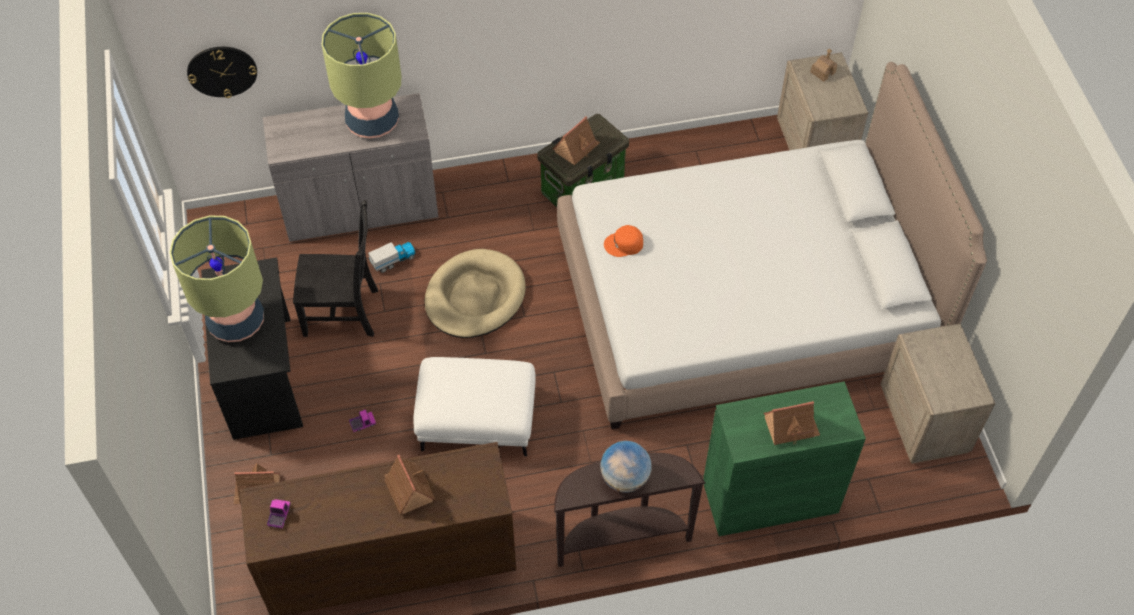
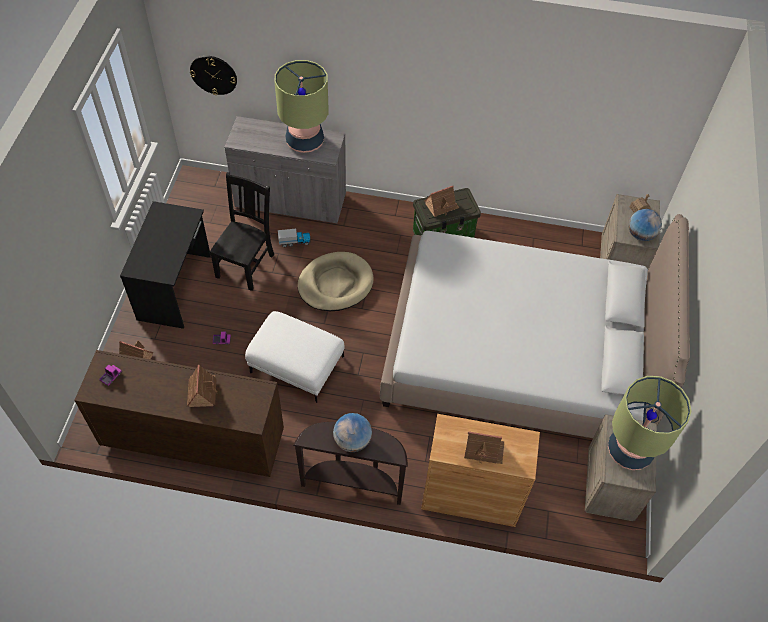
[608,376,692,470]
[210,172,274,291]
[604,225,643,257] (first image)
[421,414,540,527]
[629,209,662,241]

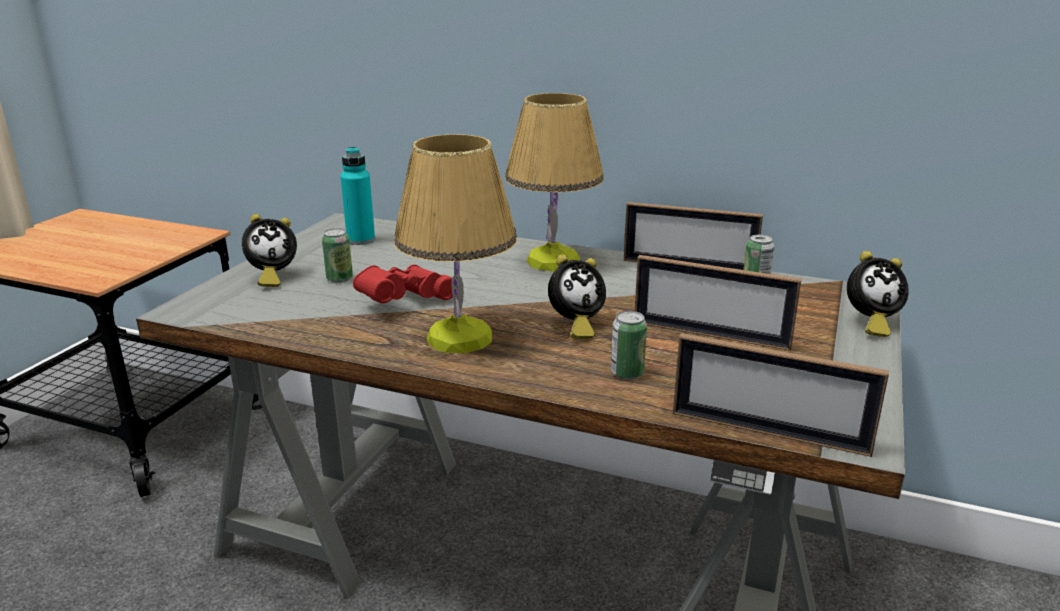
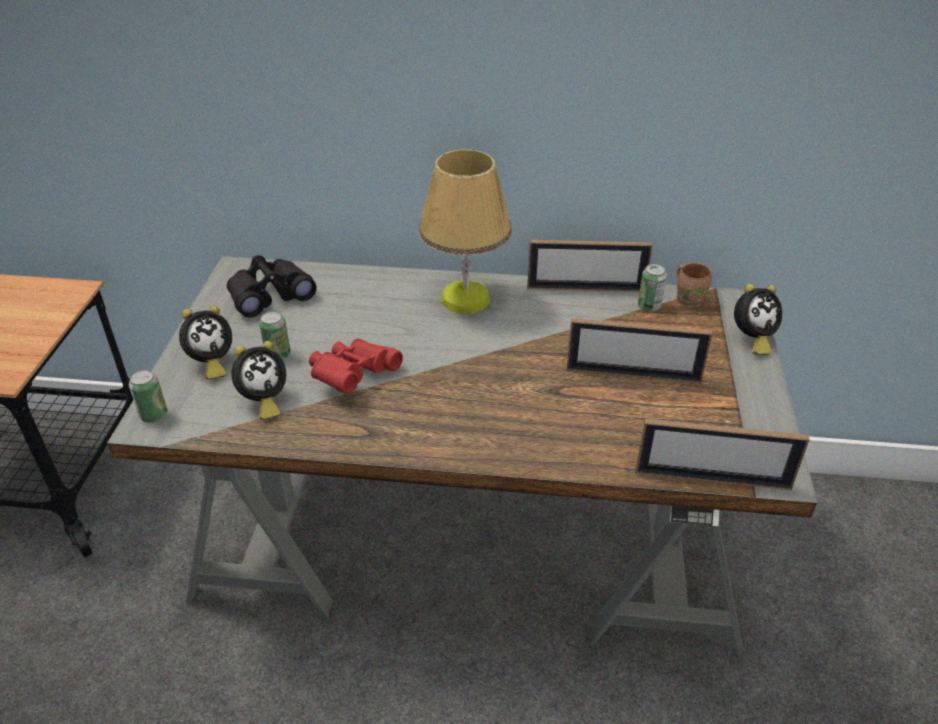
[227,255,317,318]
[394,134,517,353] (first image)
[231,341,286,420]
[129,369,167,423]
[676,262,712,307]

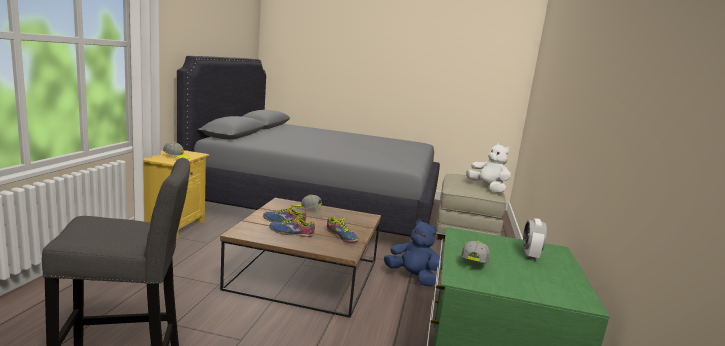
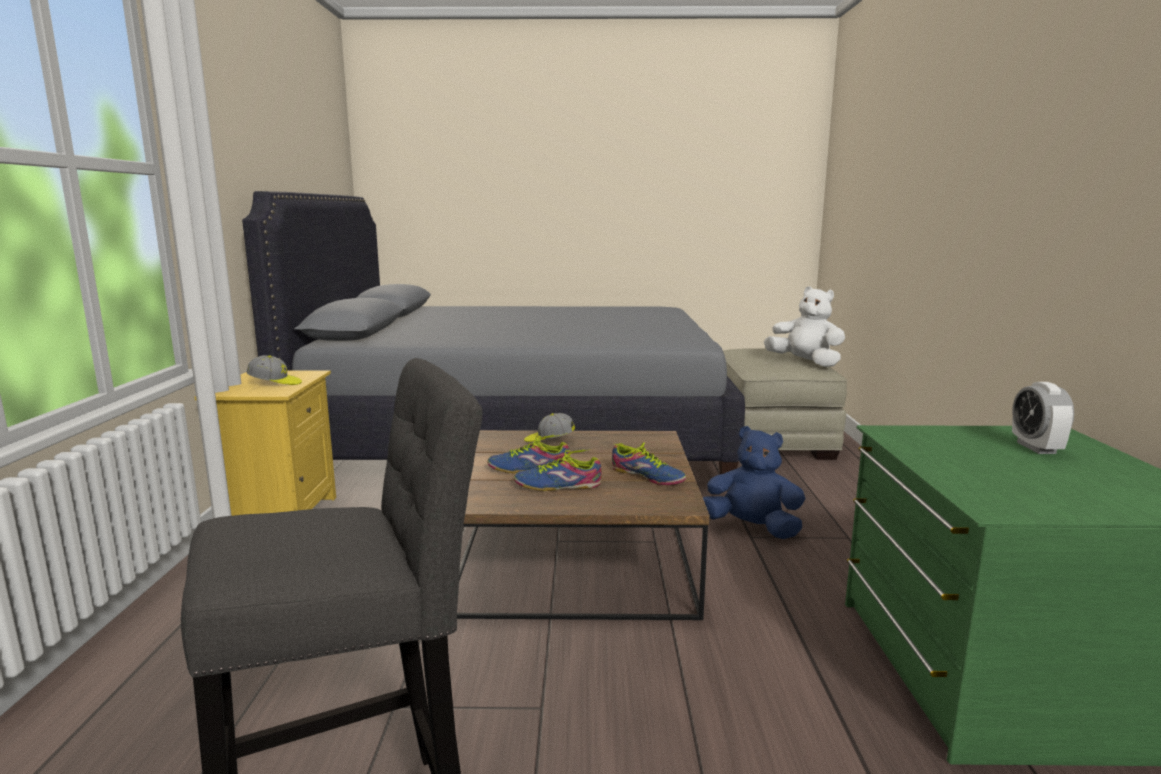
[461,241,490,263] (first image)

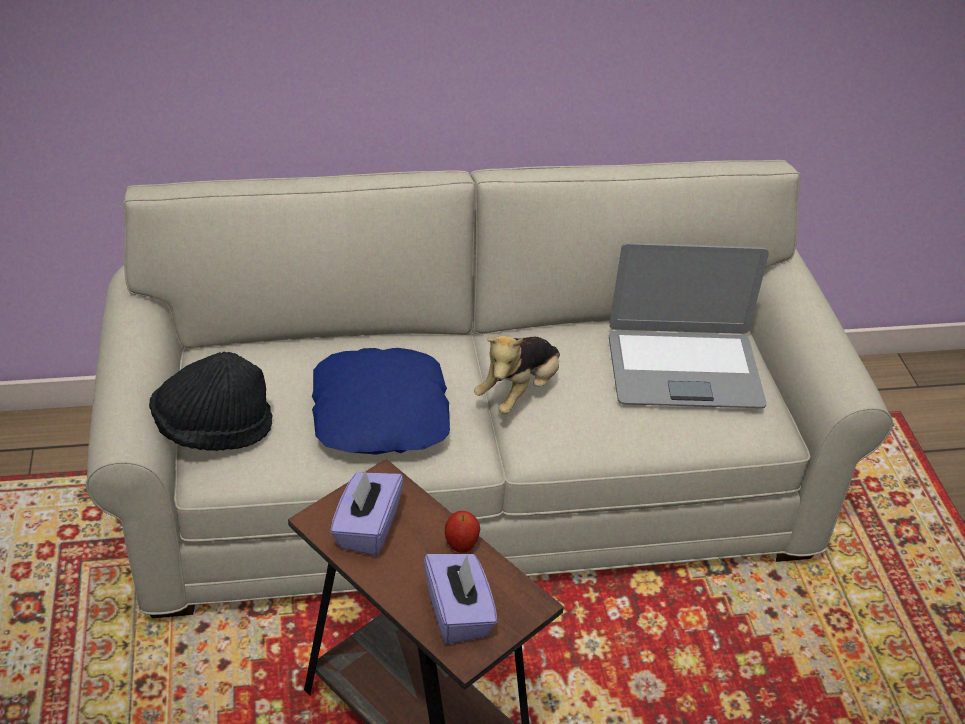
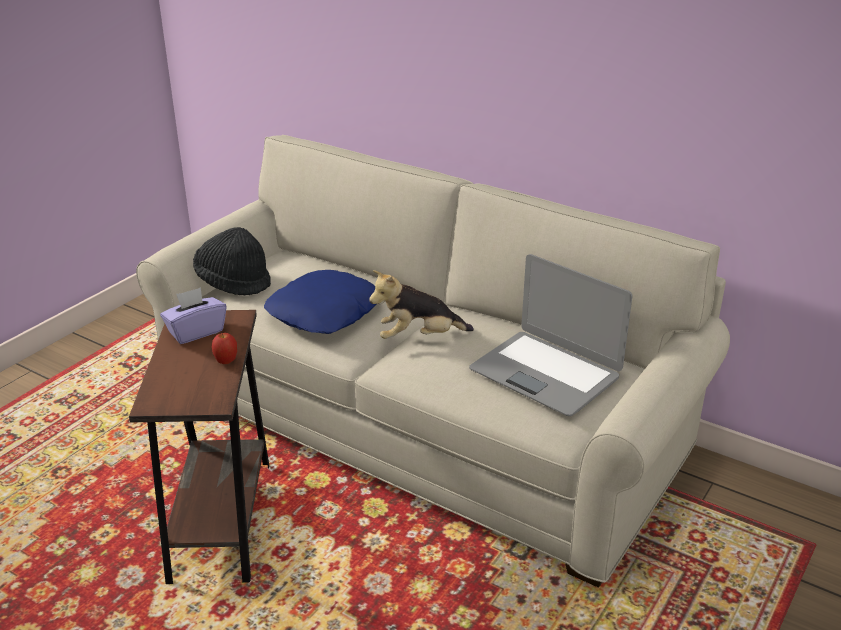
[424,554,497,644] (first image)

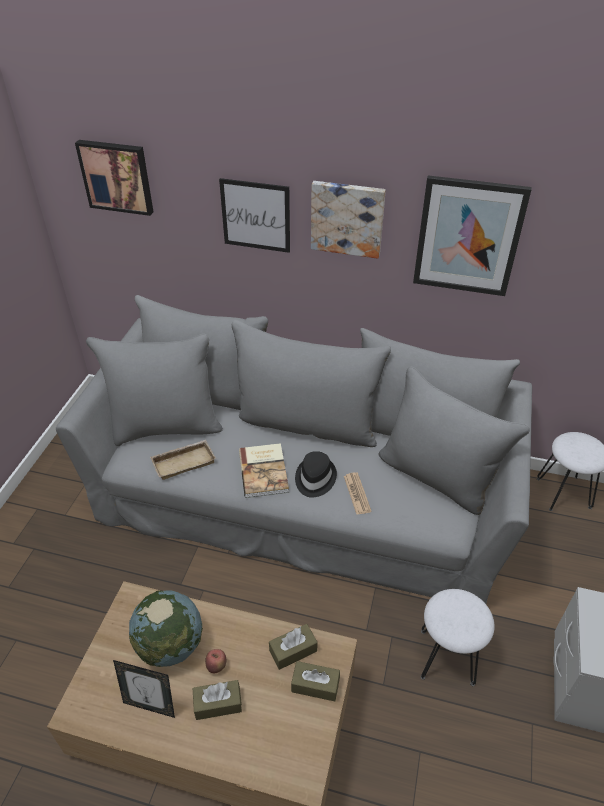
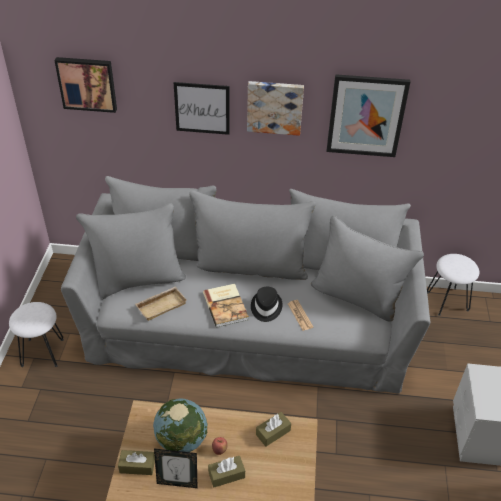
[118,450,155,475]
[9,302,64,367]

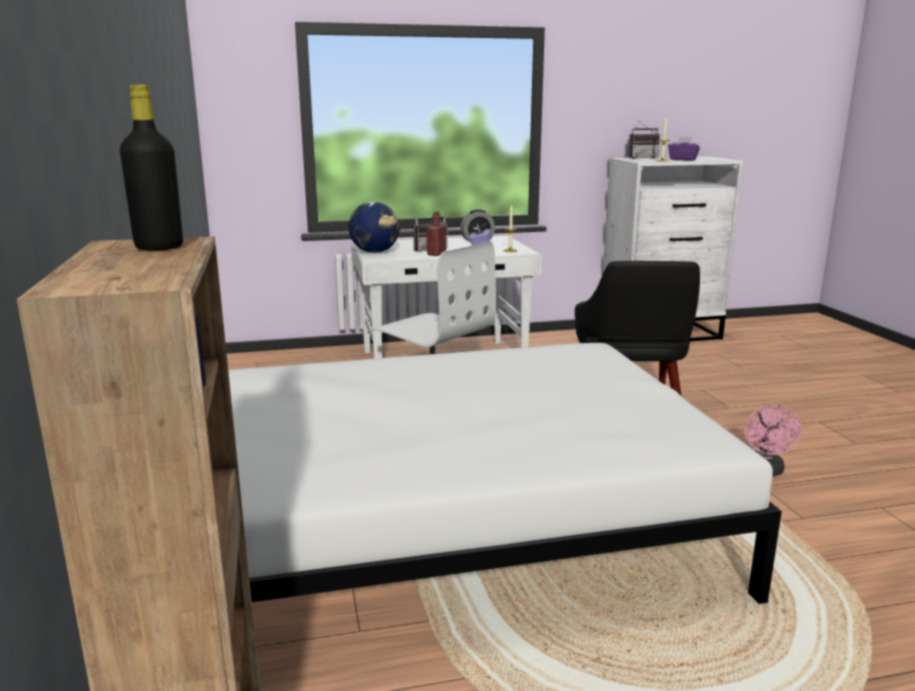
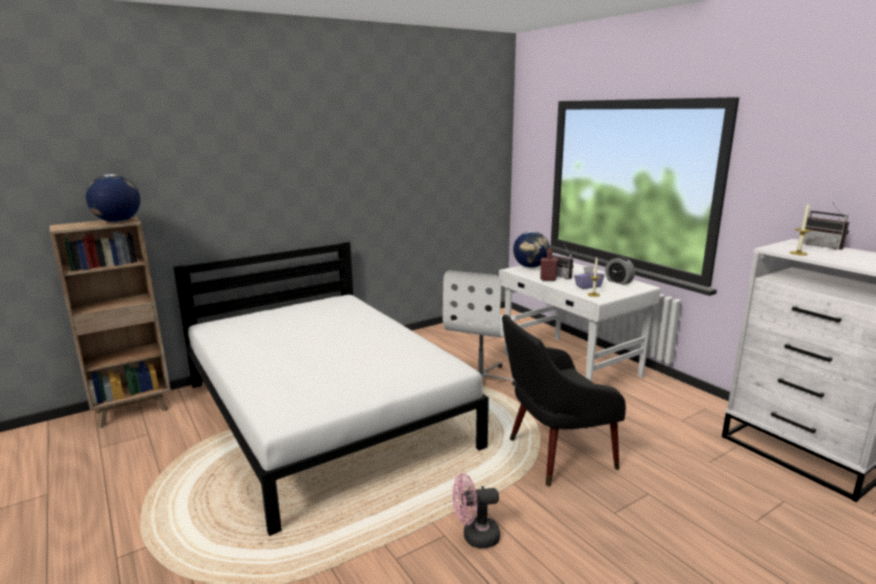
[86,174,140,222]
[668,137,700,161] (first image)

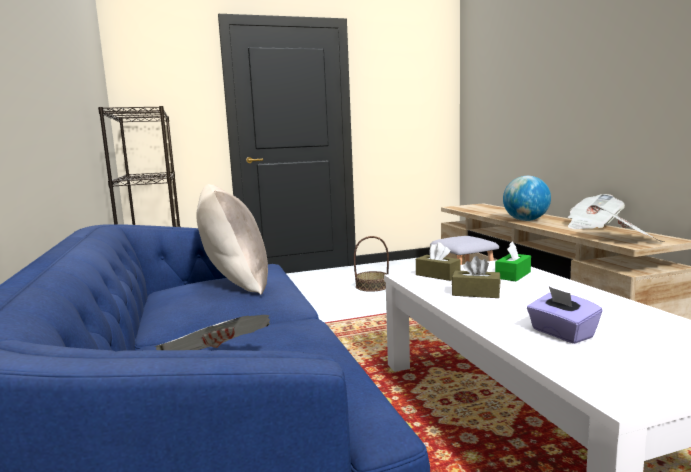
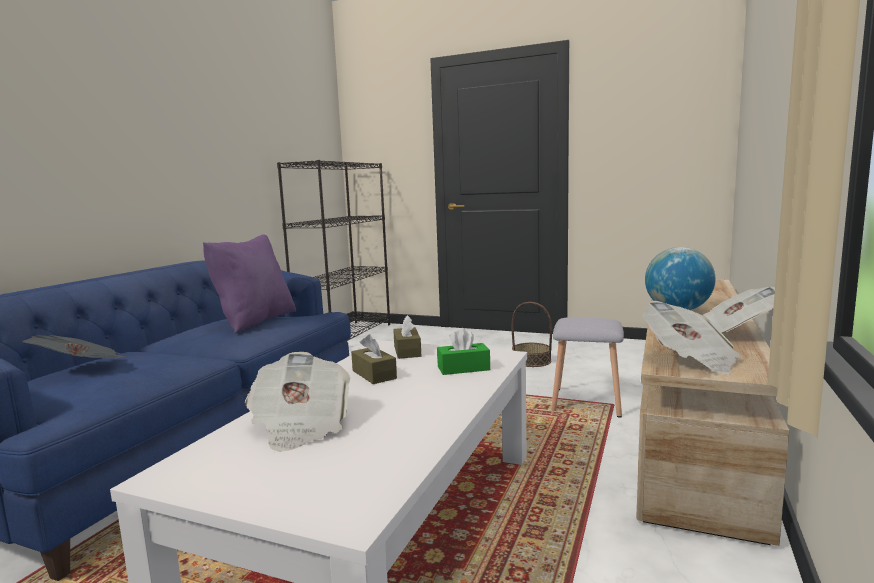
[203,234,296,334]
[245,352,350,452]

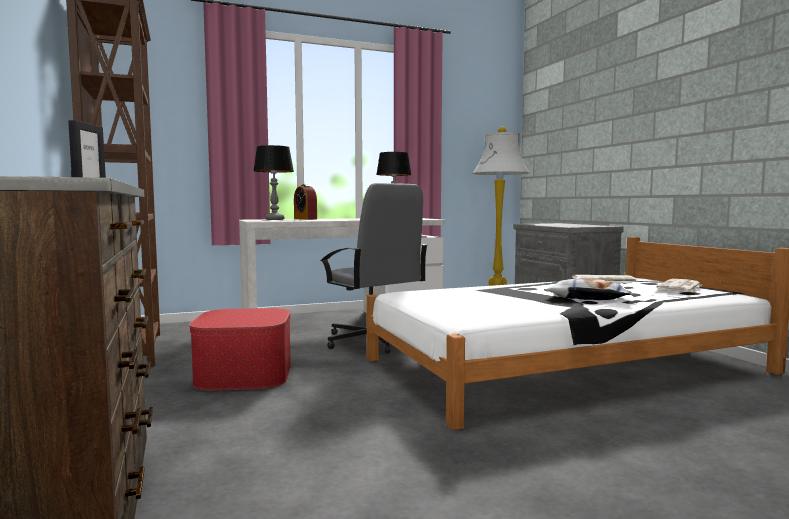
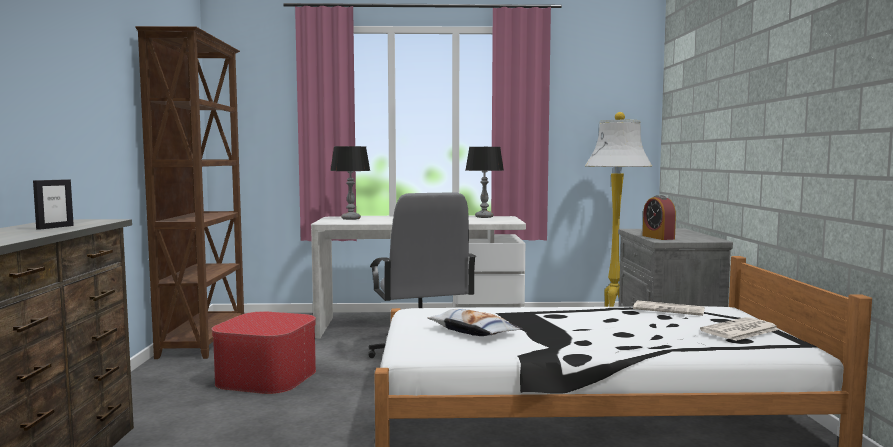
[643,195,676,240]
[427,309,523,336]

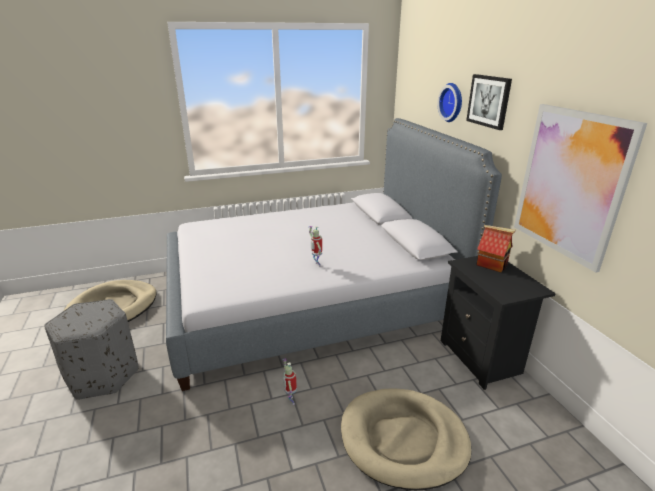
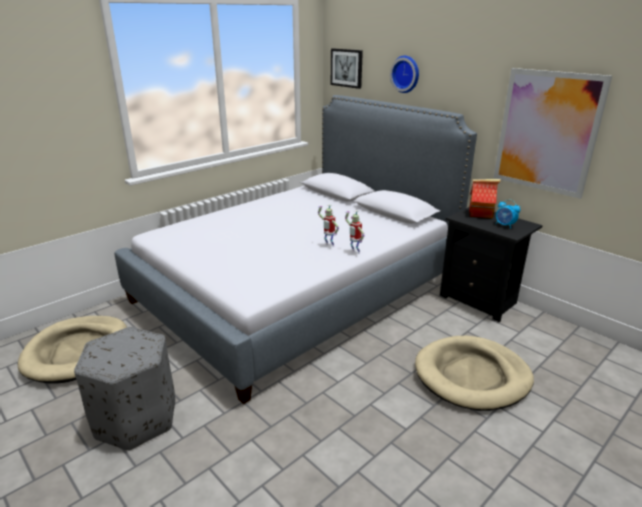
[345,210,365,254]
[331,48,363,89]
[495,200,520,229]

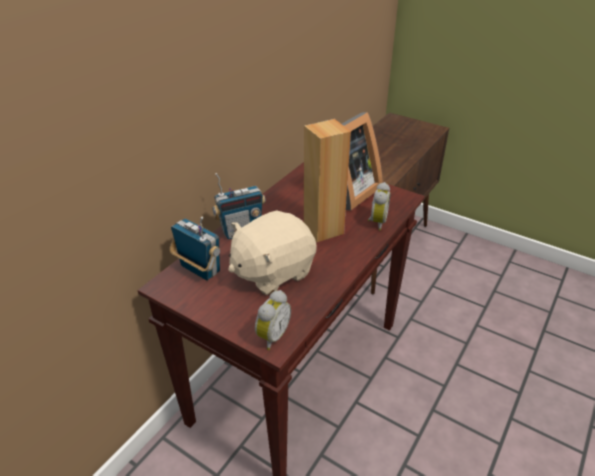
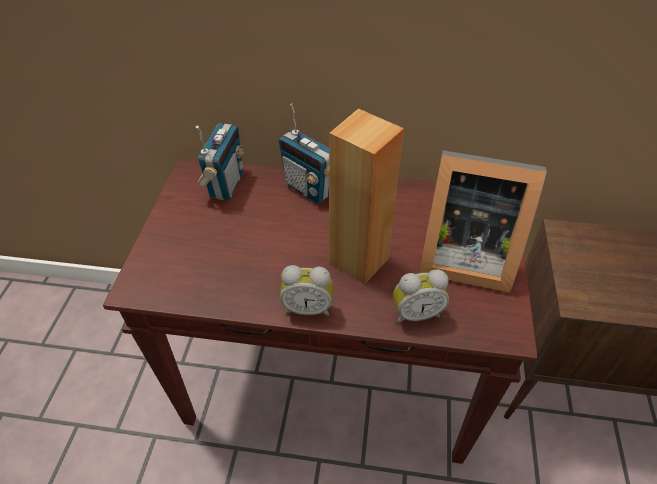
[228,210,317,295] (first image)
[280,265,333,316]

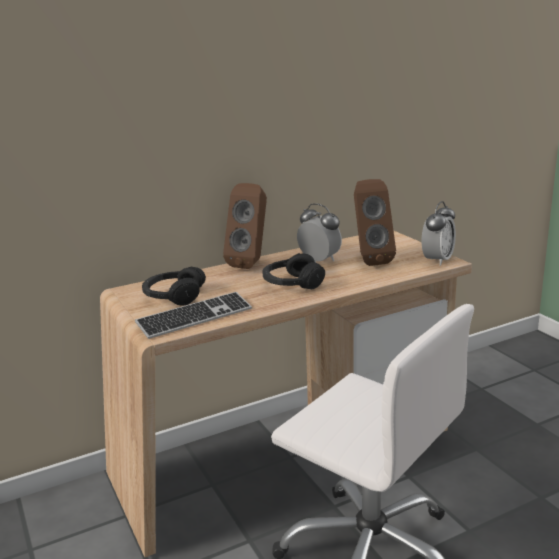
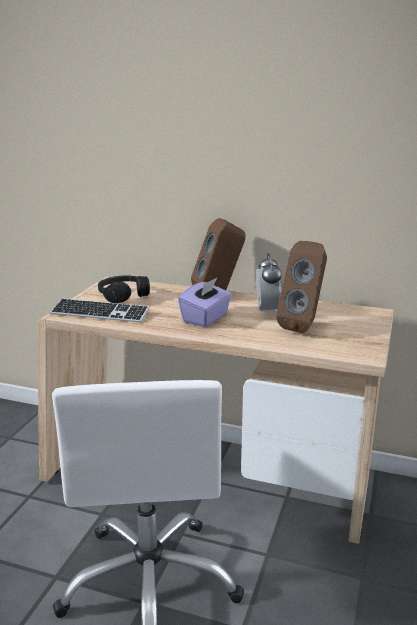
[178,278,232,327]
[422,201,456,266] (first image)

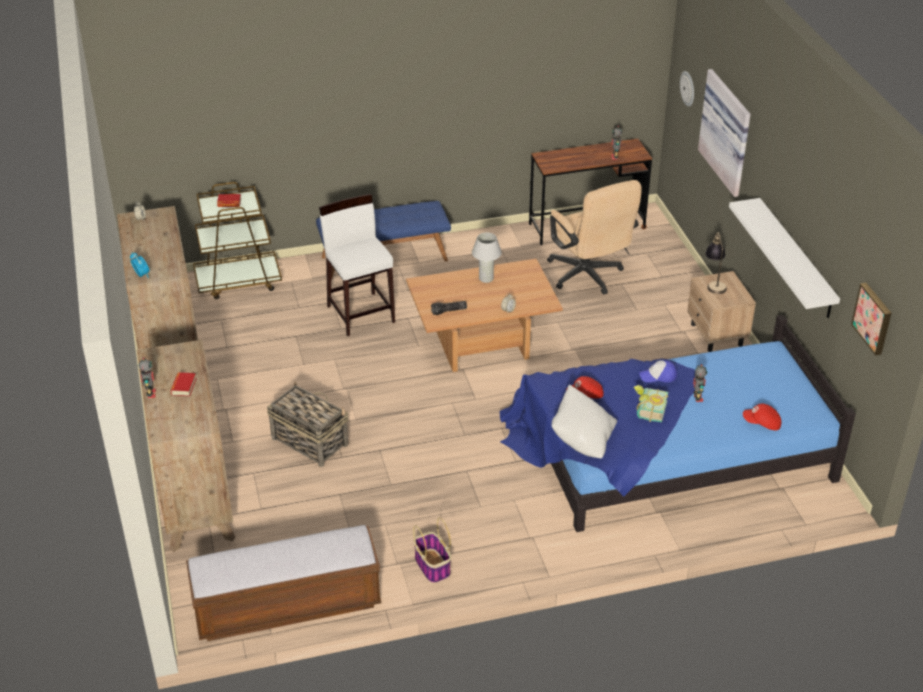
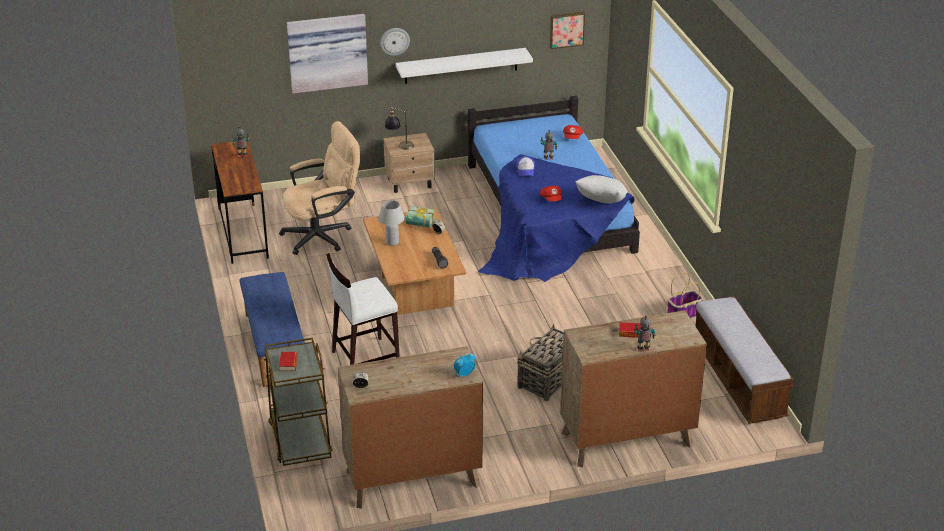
[406,206,435,228]
[380,28,410,56]

